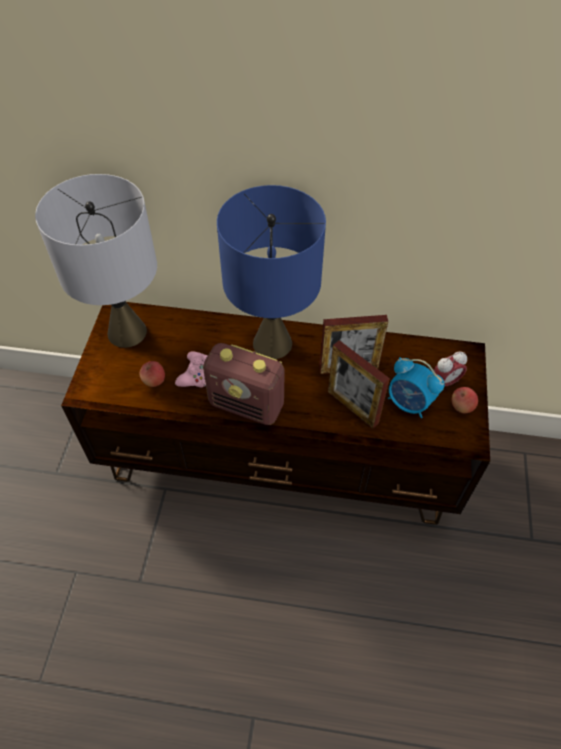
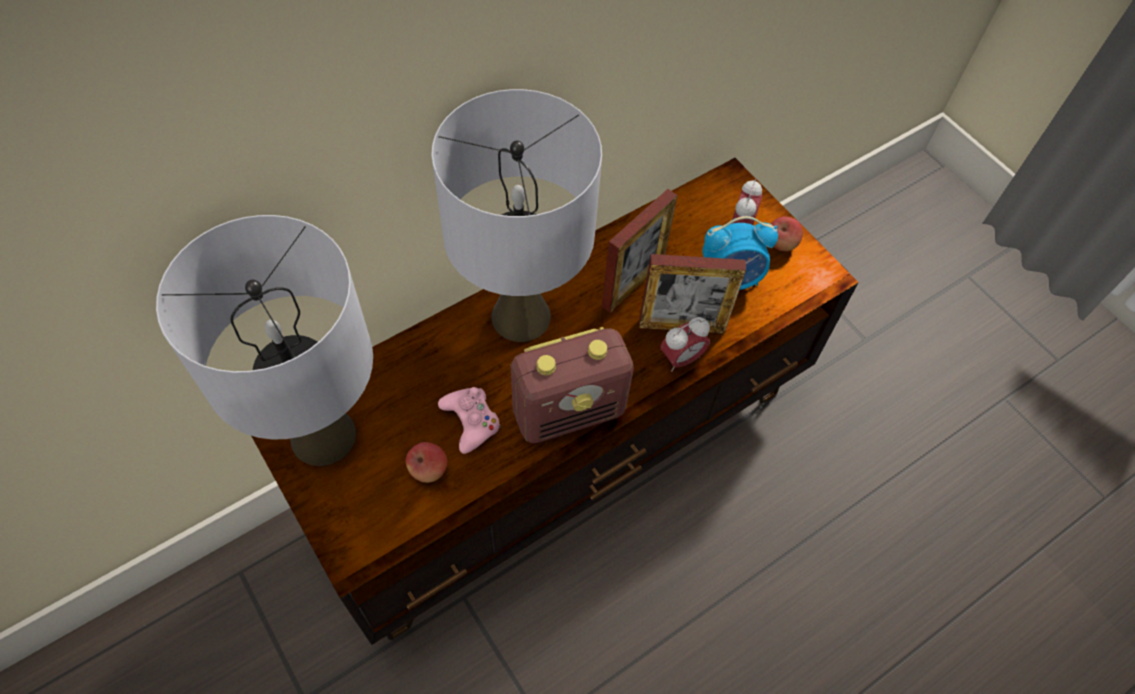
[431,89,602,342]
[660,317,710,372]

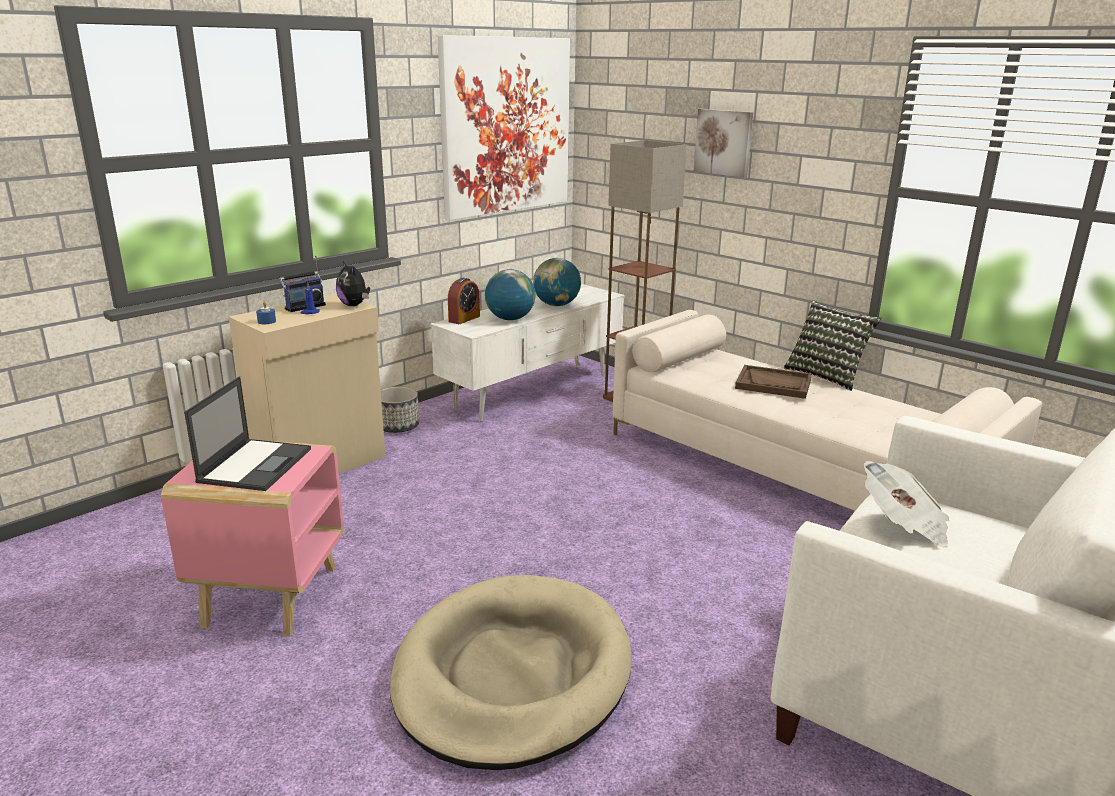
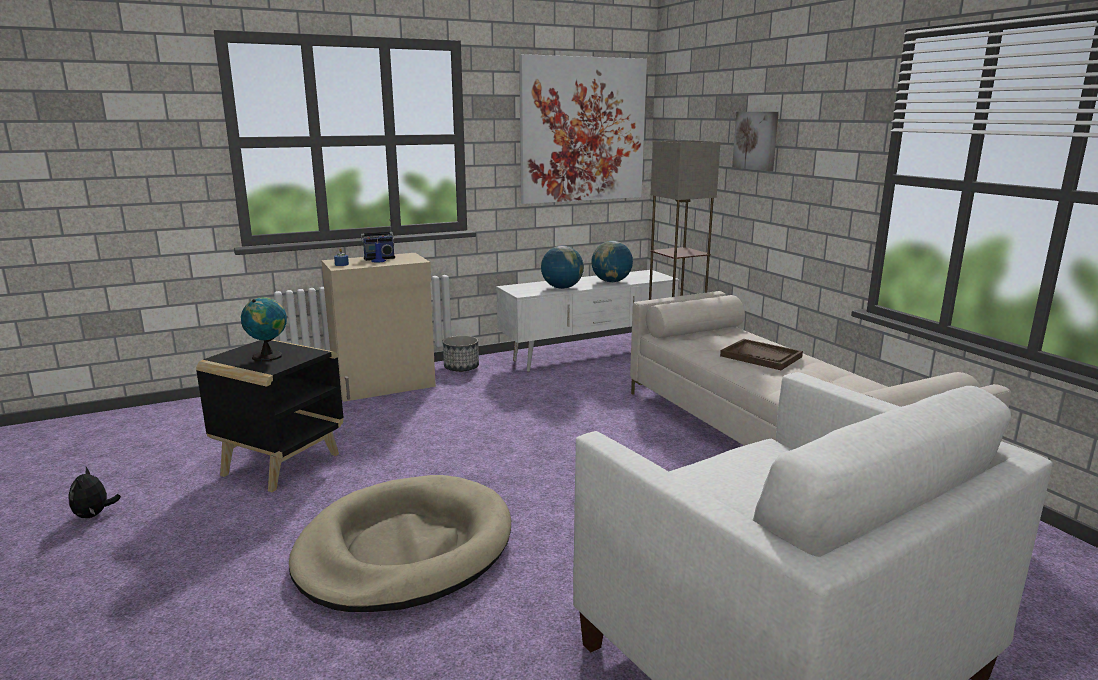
[196,340,344,492]
[241,297,287,362]
[68,467,121,518]
[448,278,480,324] (first image)
[784,300,882,391] (first image)
[864,461,949,547] (first image)

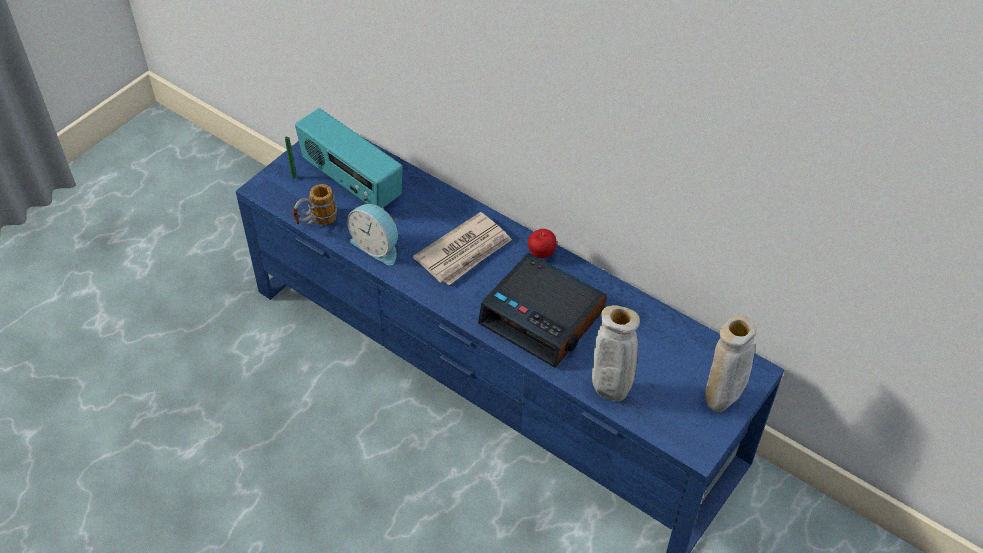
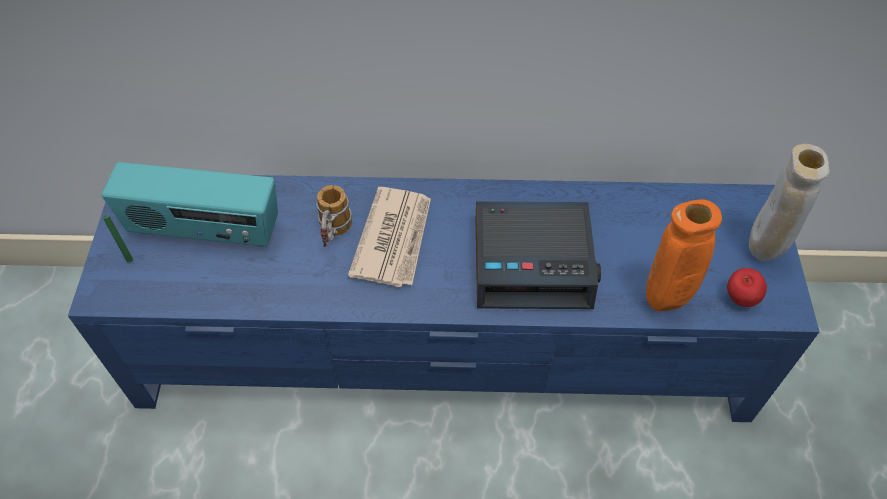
[316,185,352,247]
[347,204,398,265] (first image)
[727,268,767,307]
[646,199,722,312]

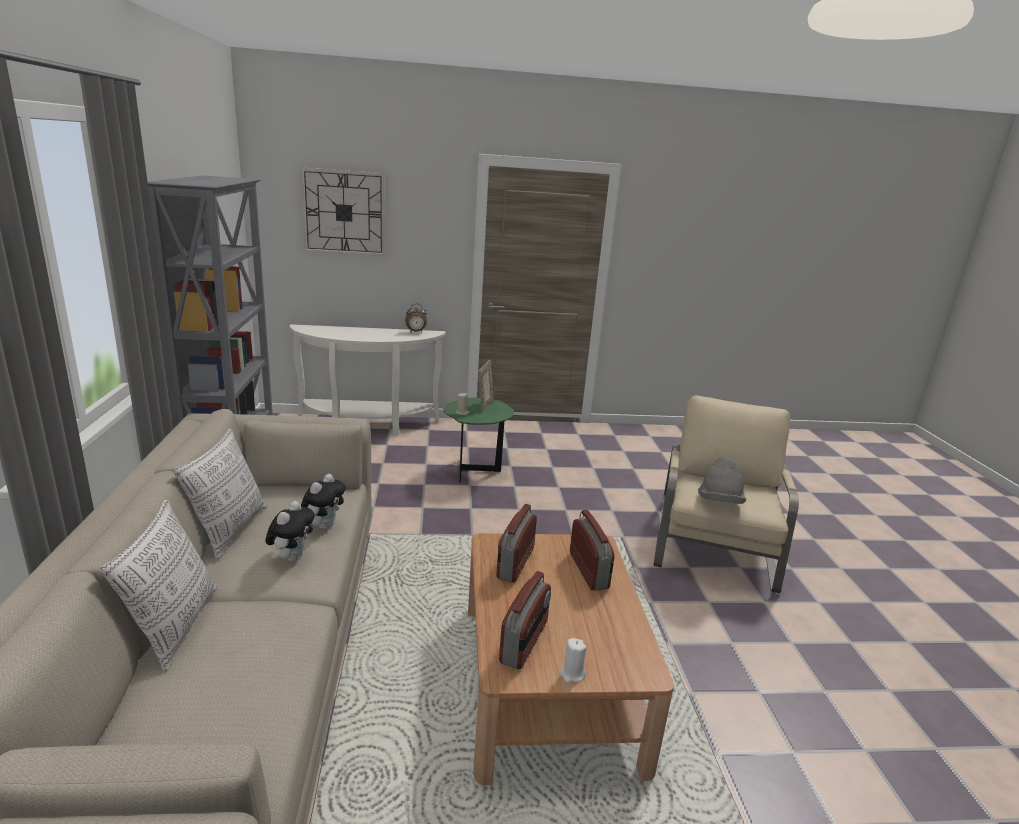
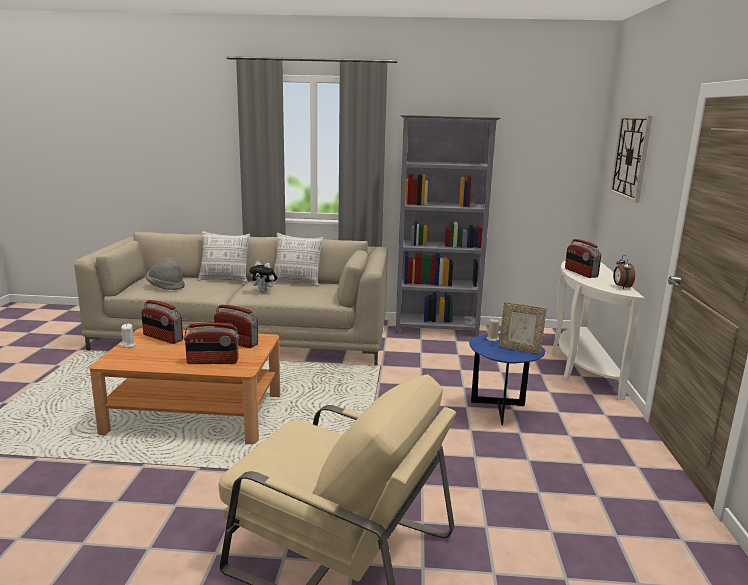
[301,474,346,529] (first image)
[469,333,545,425]
[146,258,185,290]
[565,239,601,278]

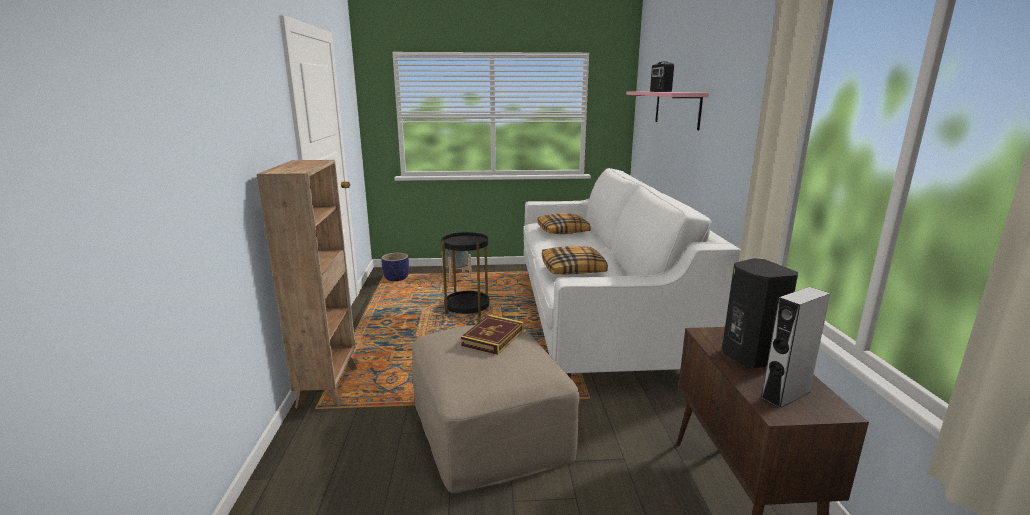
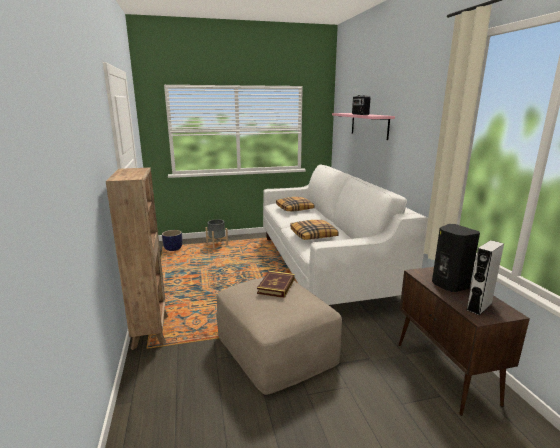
[441,232,489,316] (first image)

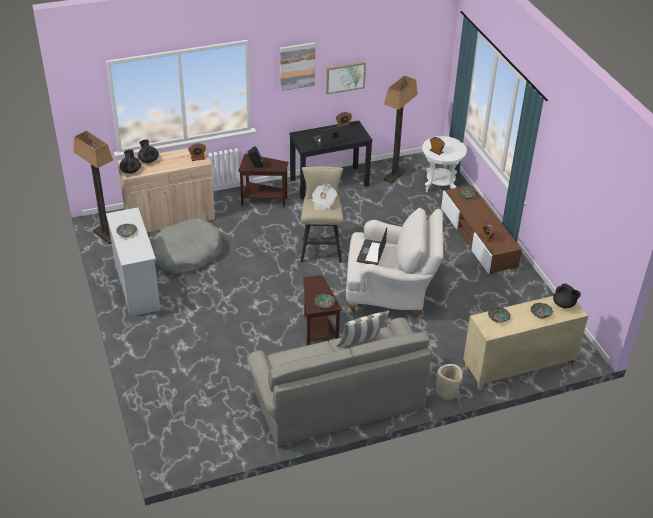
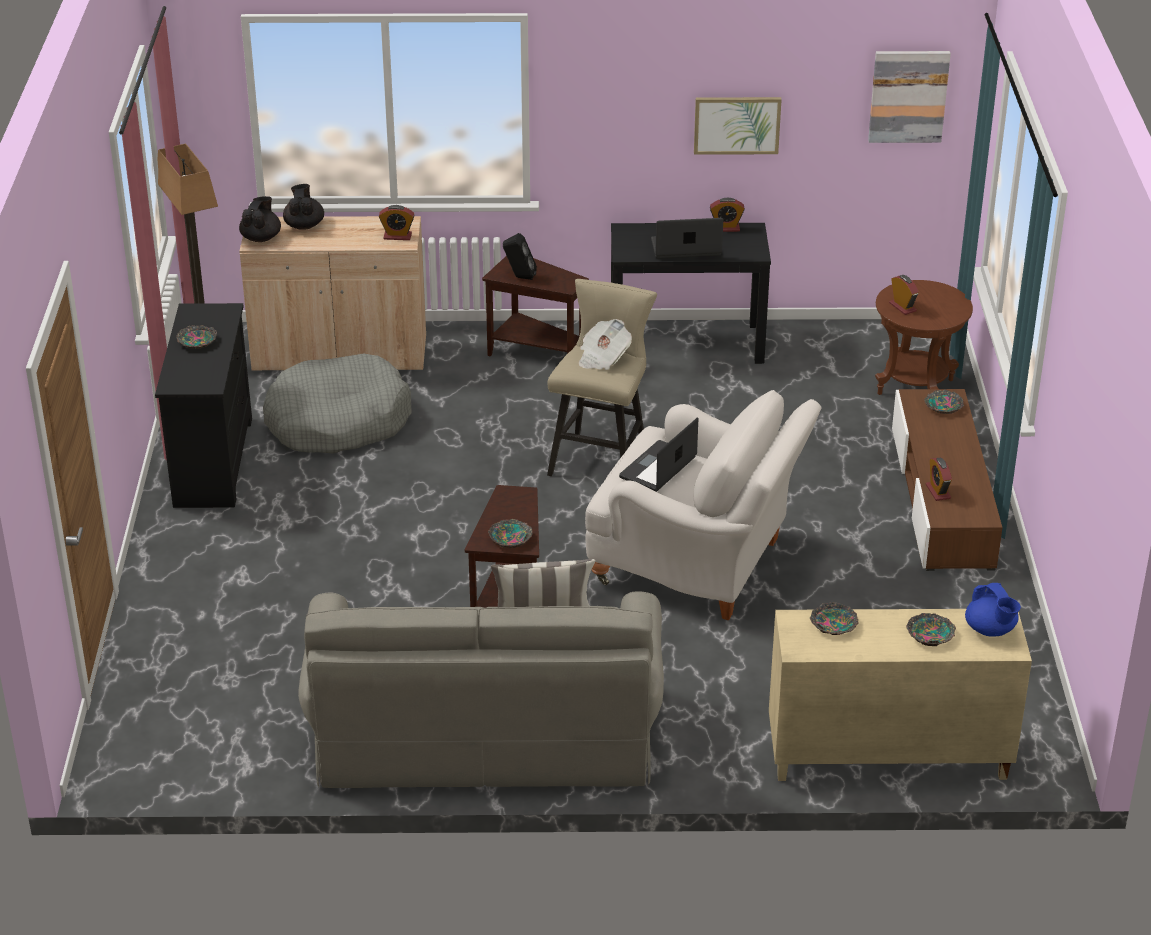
[155,303,252,508]
[868,51,951,143]
[384,75,418,183] (first image)
[875,280,973,395]
[436,364,463,400] (first image)
[965,583,1021,637]

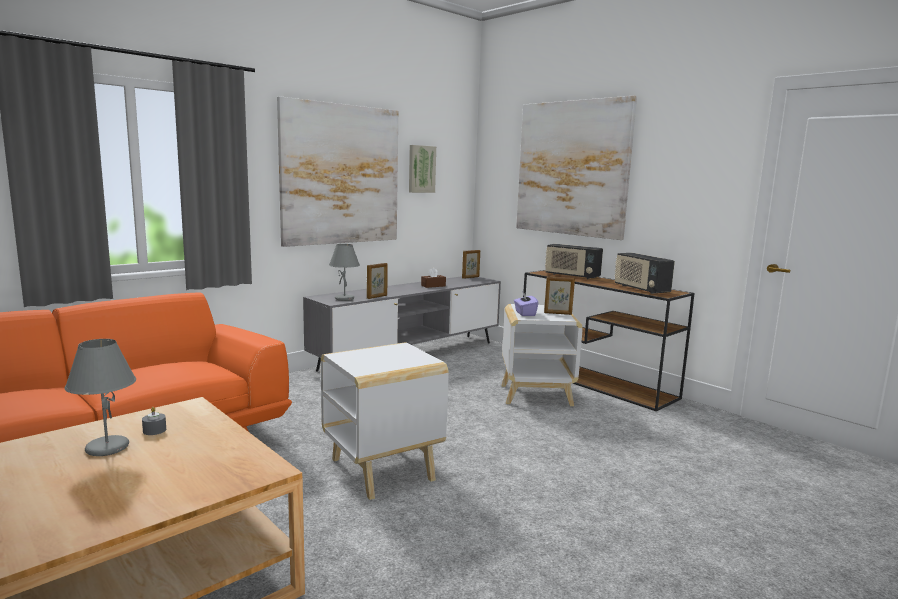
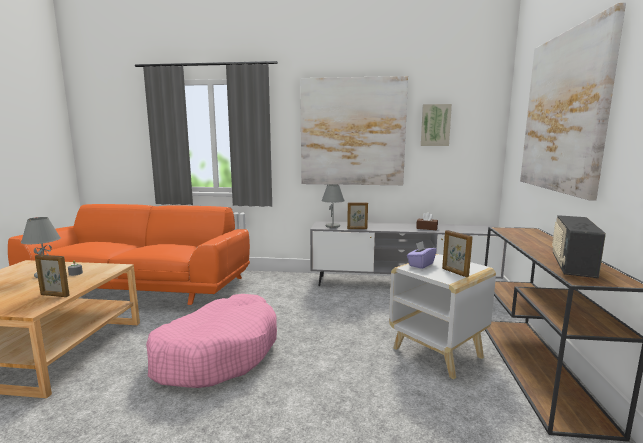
[146,294,277,388]
[35,254,70,297]
[545,244,603,279] (first image)

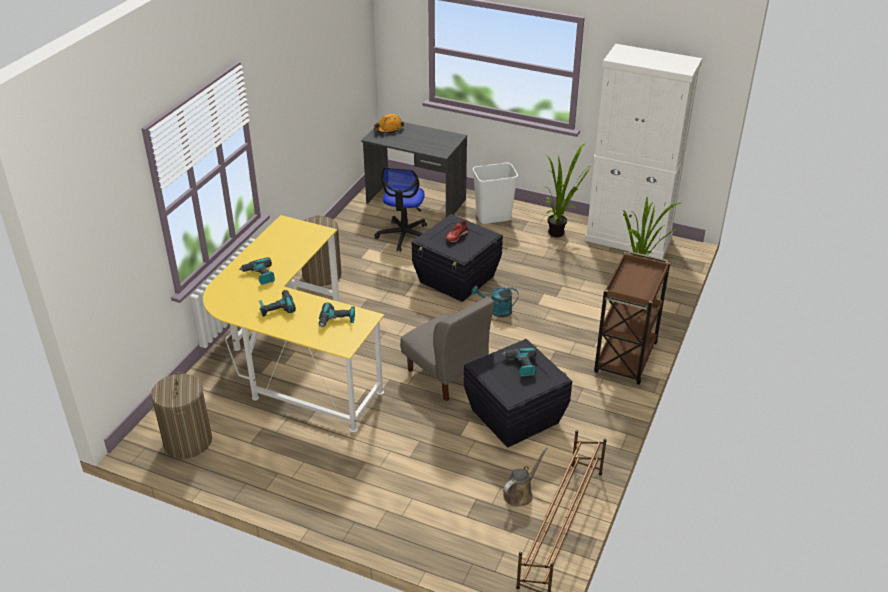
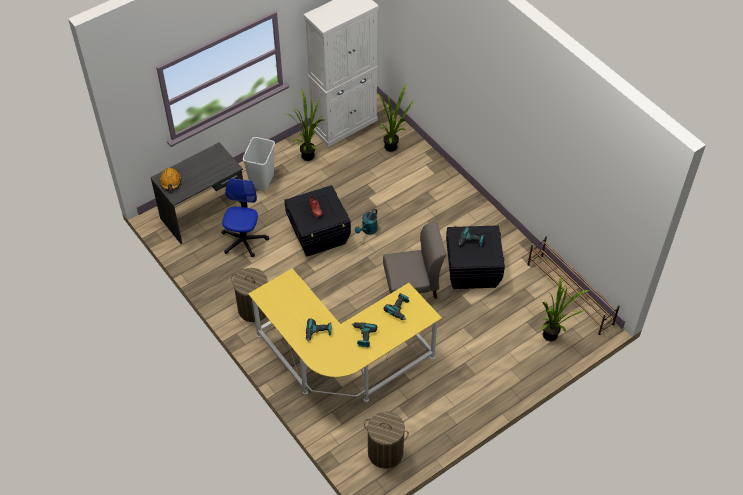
[221,178,269,257]
[503,447,548,507] (first image)
[594,251,670,385] (first image)
[541,275,589,341]

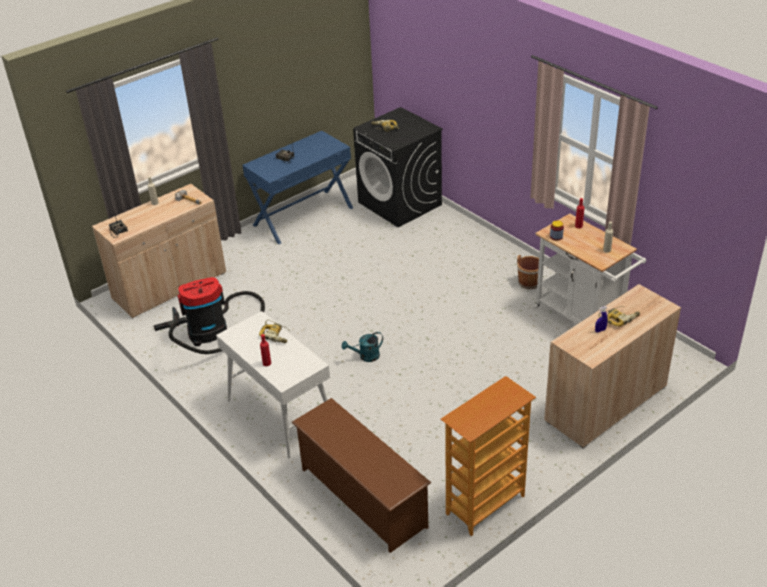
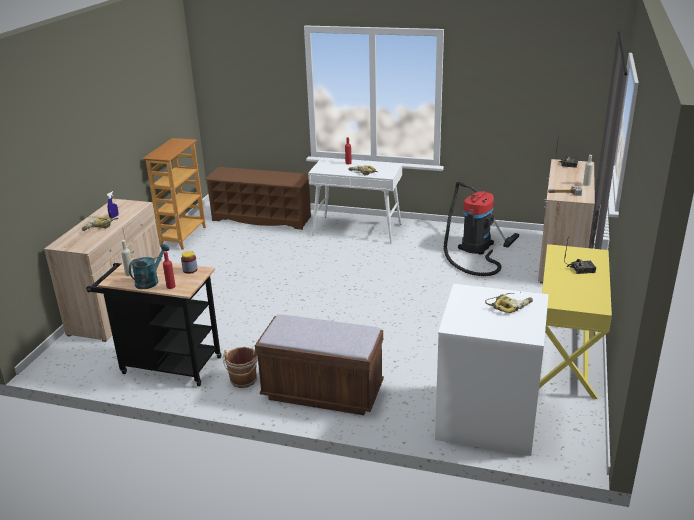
[539,244,612,399]
[129,244,170,289]
[435,284,549,456]
[86,258,221,386]
[255,315,384,415]

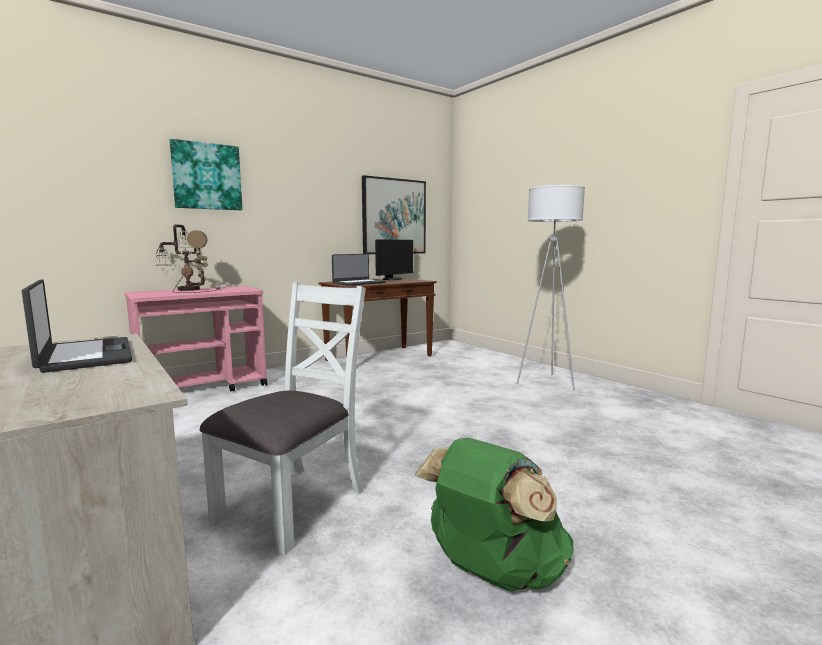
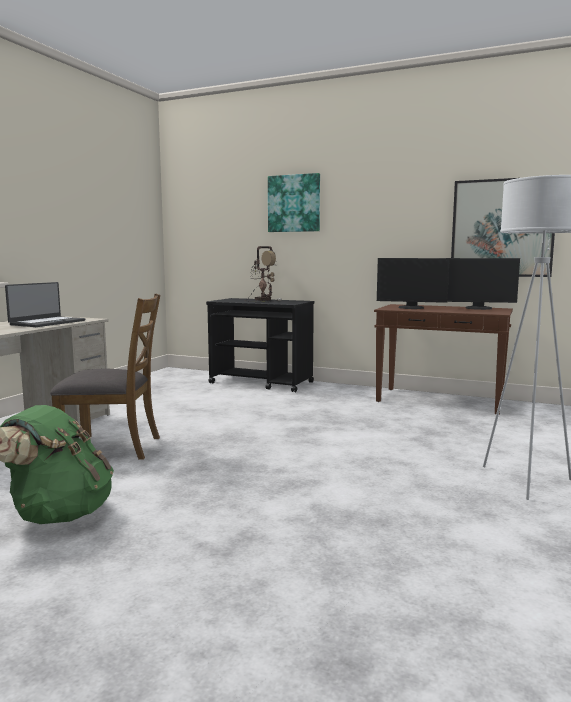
[206,298,314,392]
[50,294,160,460]
[377,258,450,309]

